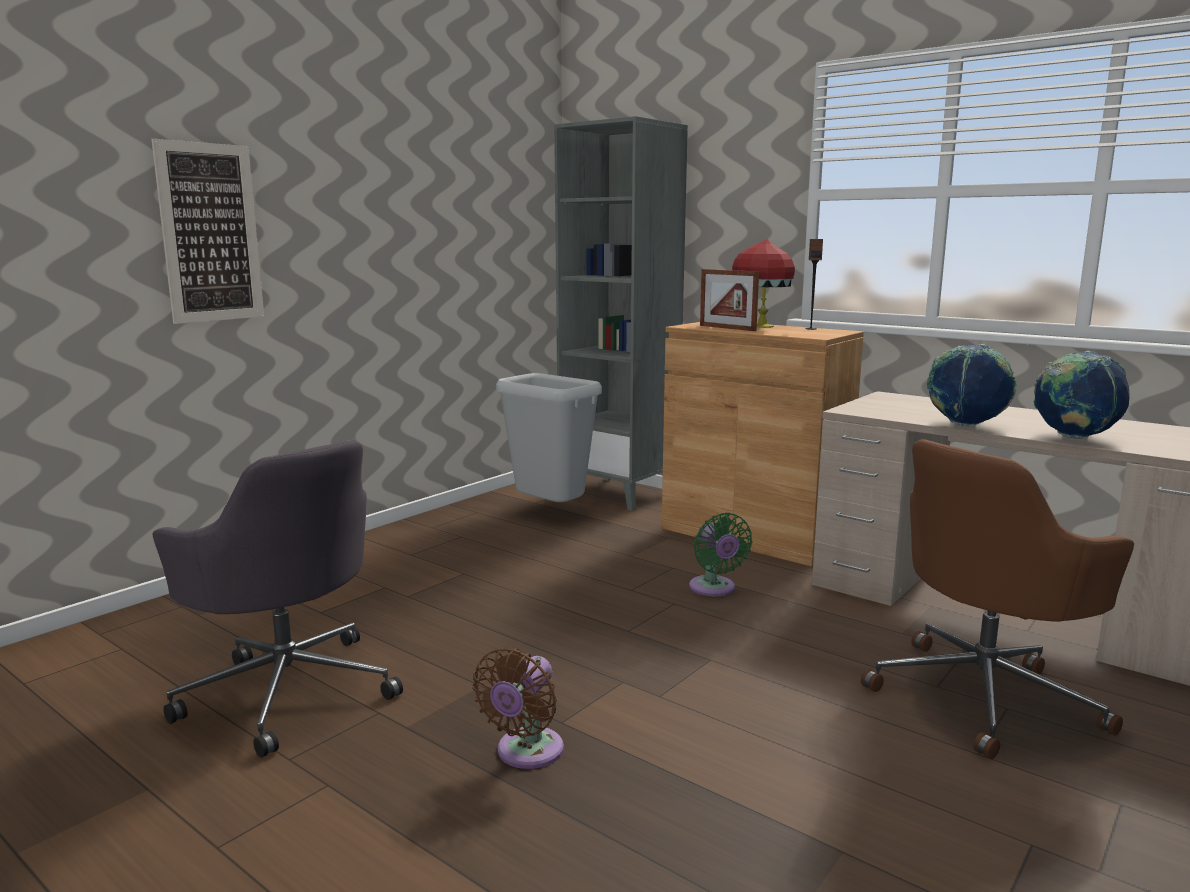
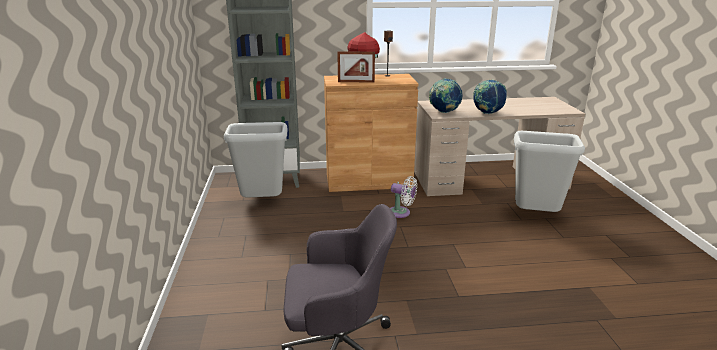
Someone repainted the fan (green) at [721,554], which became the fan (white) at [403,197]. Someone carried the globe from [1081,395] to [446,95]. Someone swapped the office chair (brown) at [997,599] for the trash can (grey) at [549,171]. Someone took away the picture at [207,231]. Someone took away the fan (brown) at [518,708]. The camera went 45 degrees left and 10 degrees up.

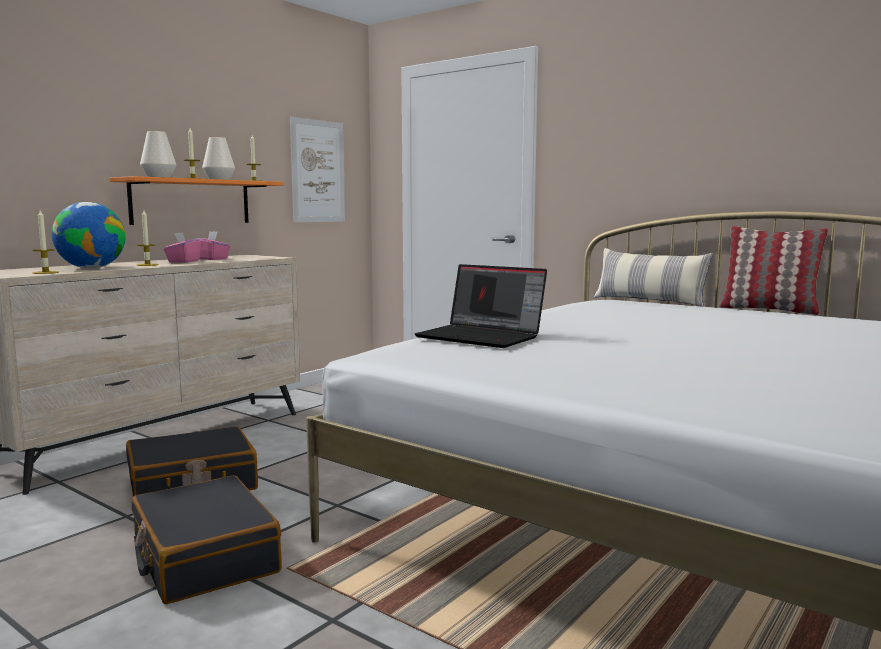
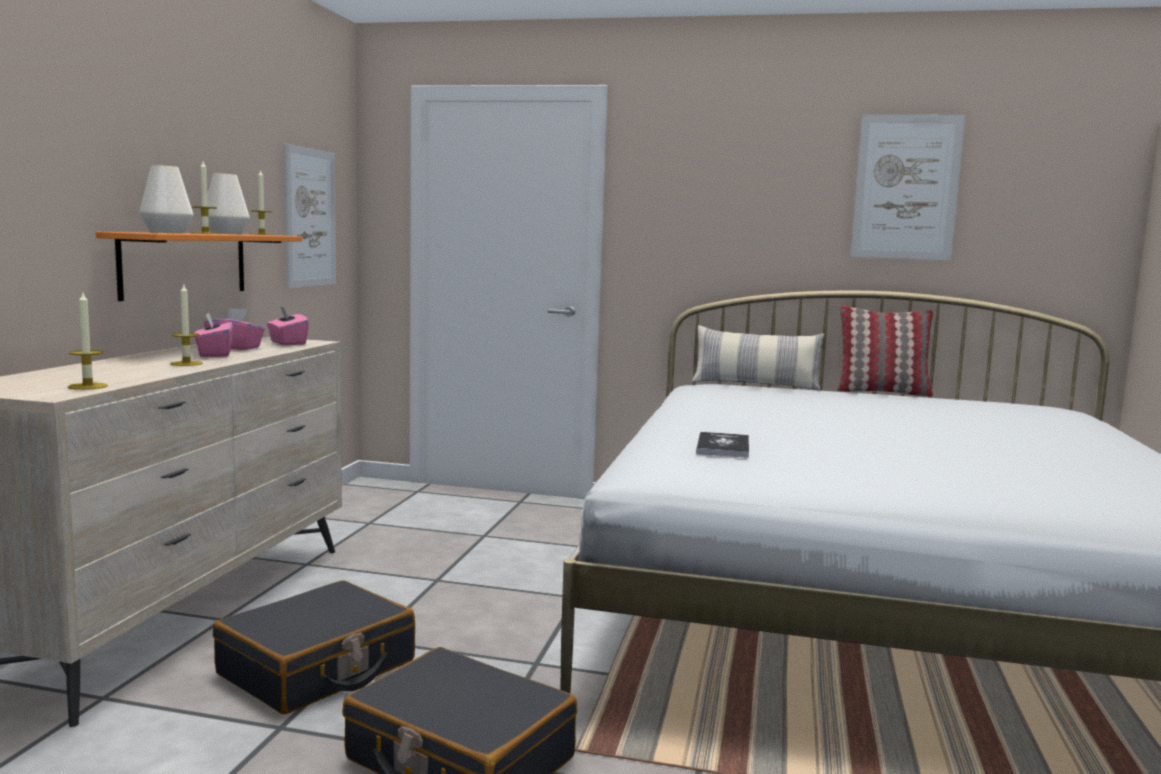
Someone put down the tissue box (pink) at [288,325]. Someone swapped the laptop at [481,306] for the book at [722,445]. Someone put up the picture at [908,187]. Someone took away the globe at [88,235]. The camera went 25 degrees left and 0 degrees up.

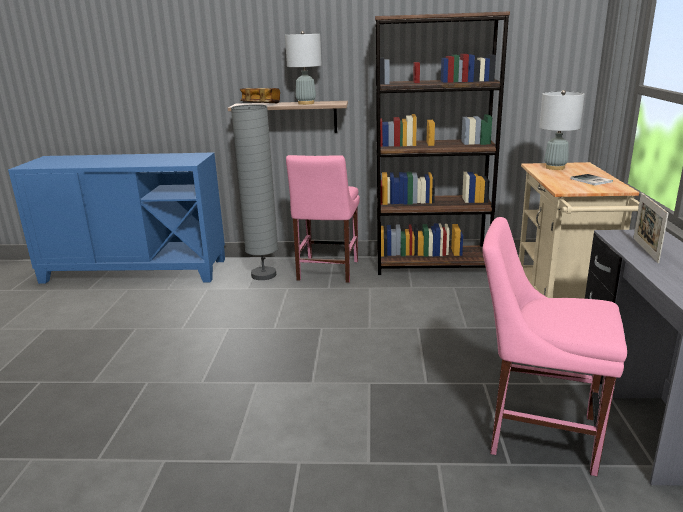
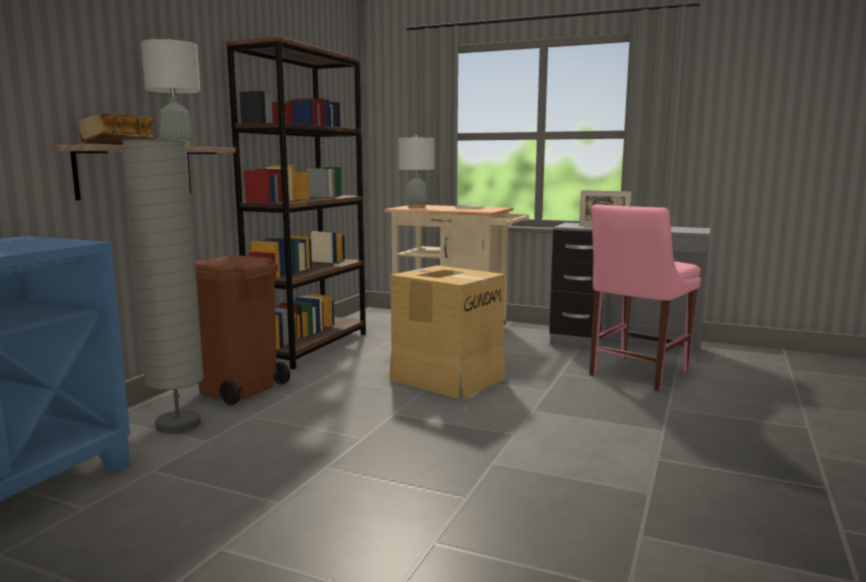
Someone swapped the chair (pink) at [323,219] for the trash can (brown) at [242,330]. Someone put down the cardboard box at [447,332]. The camera went 70 degrees left and 10 degrees down.

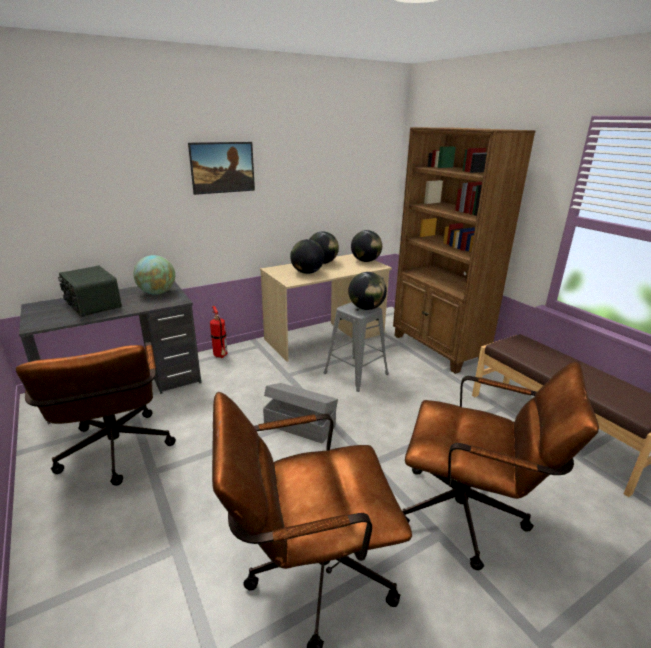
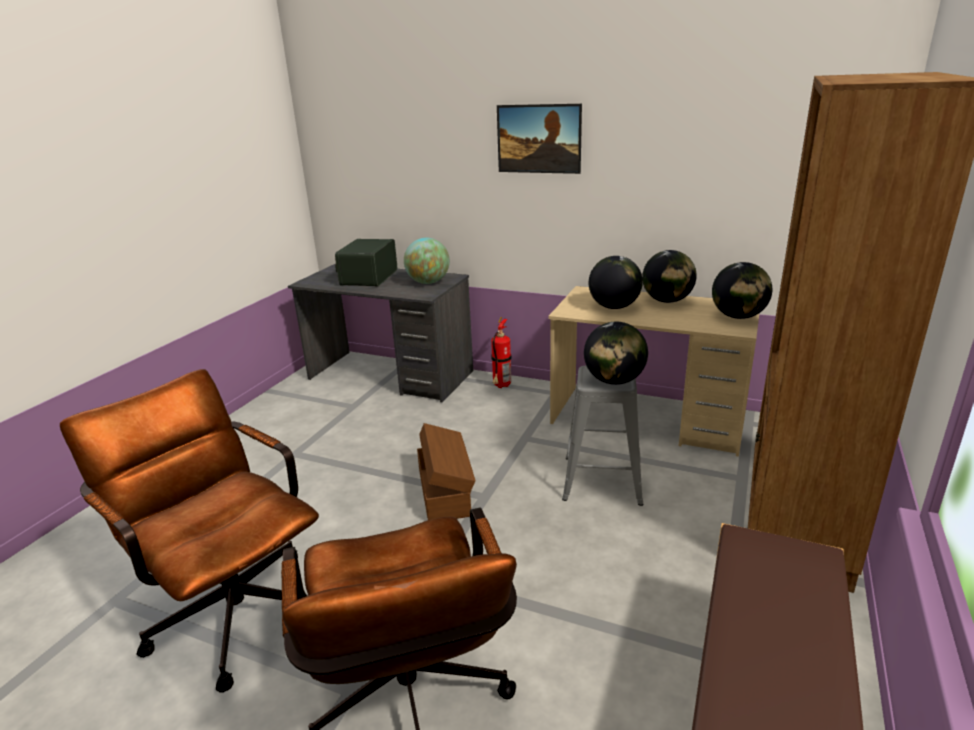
Someone repainted the storage box (grey) at [300,413], which became the storage box (brown) at [446,471]. Someone took away the office chair (brown) at [96,414]. The camera went 55 degrees right and 0 degrees up.

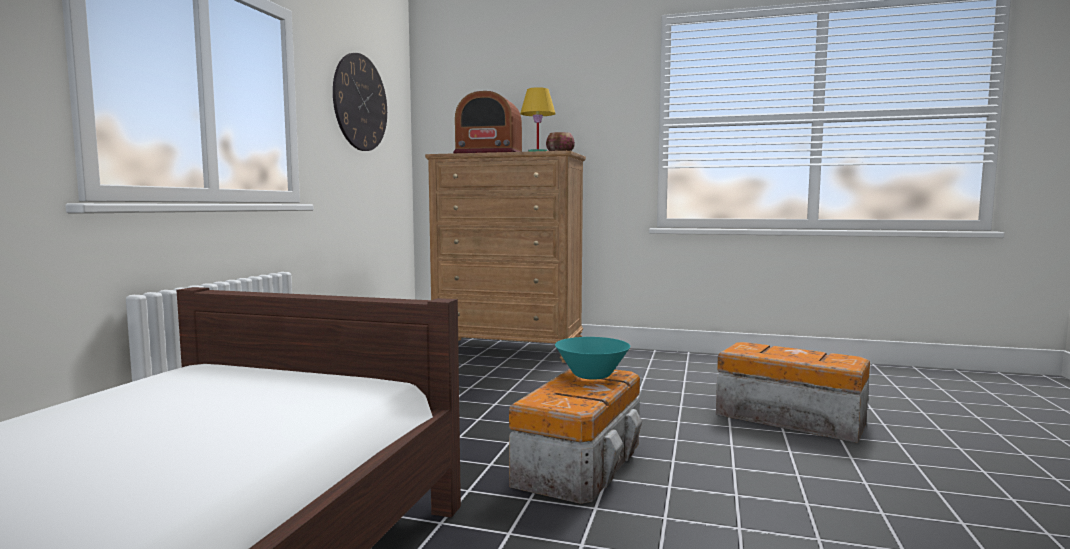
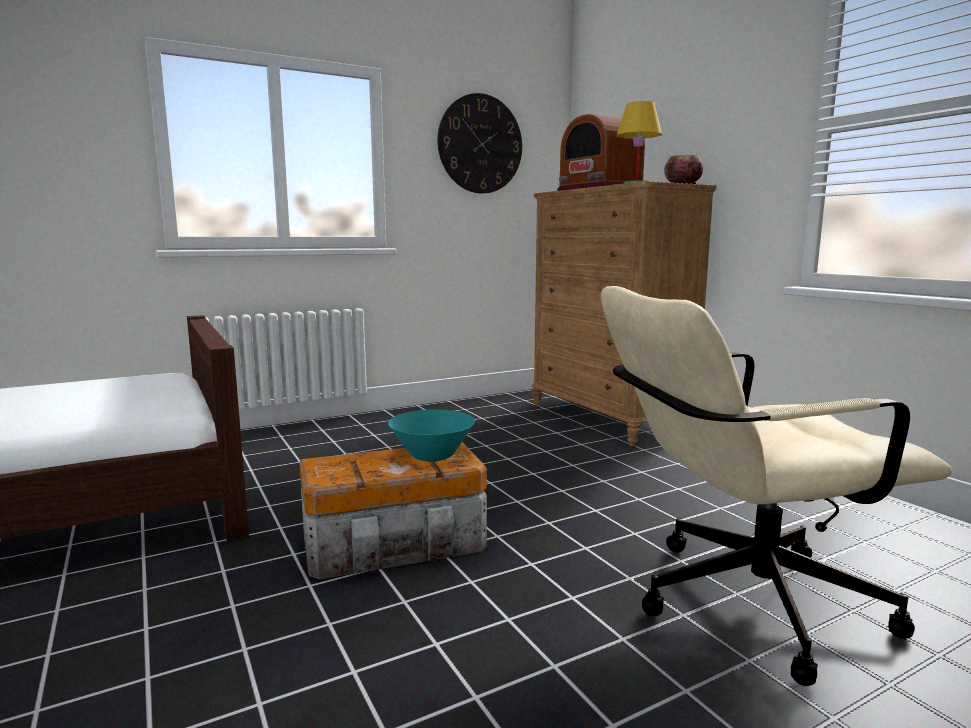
Someone swapped the storage box at [793,392] for the office chair (beige) at [776,486]. The camera went 45 degrees right and 5 degrees up.

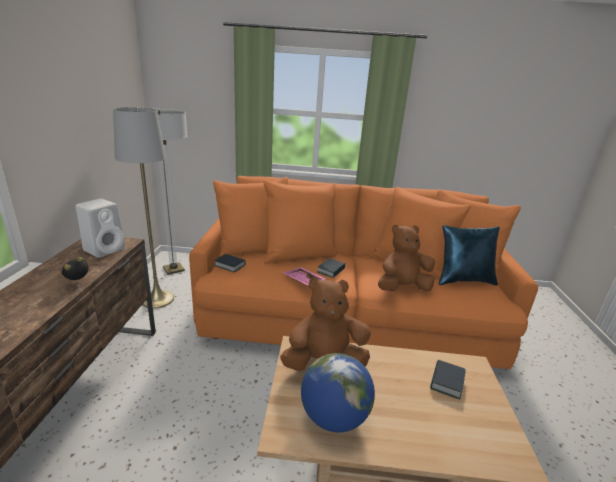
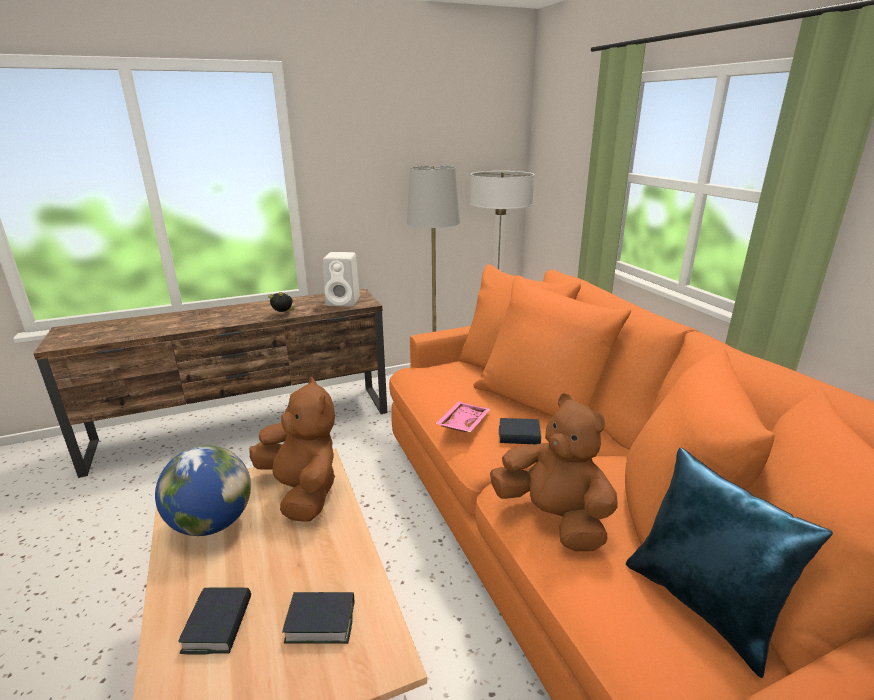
Someone carried the book from [230,263] to [214,621]. The camera went 65 degrees right and 0 degrees up.

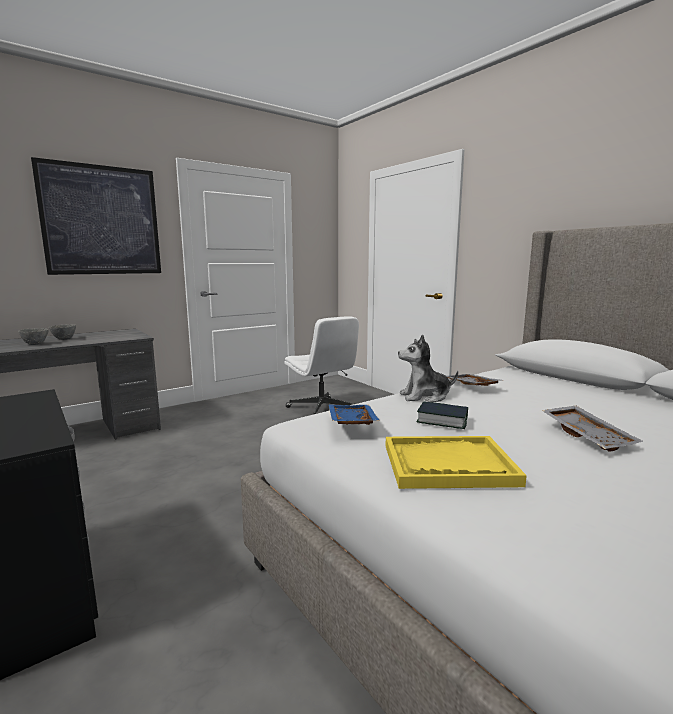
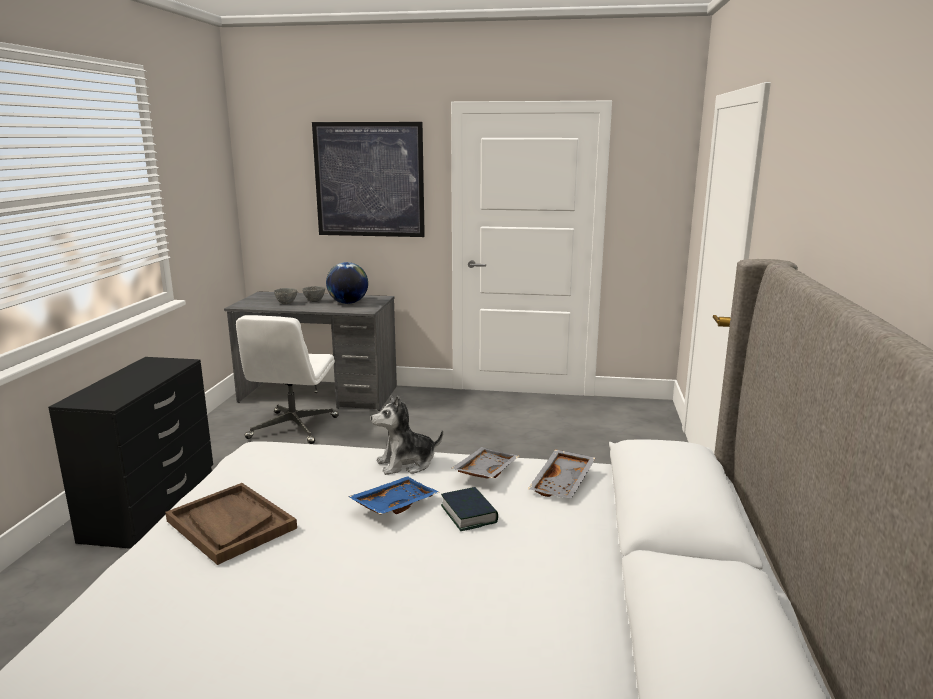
Someone repainted the tray (yellow) at [456,462], which became the tray (brown) at [231,524]. Someone carried the office chair (white) from [321,366] to [287,379]. Someone put down the globe at [347,283]. Someone carried the tray (blue) from [354,414] to [394,495]. Someone rotated the plush toy at [428,368] by 60 degrees counterclockwise. Someone carried the book from [442,415] to [469,509]. Someone carried the tray (grey) from [592,429] to [562,473]. The camera went 45 degrees right and 5 degrees up.

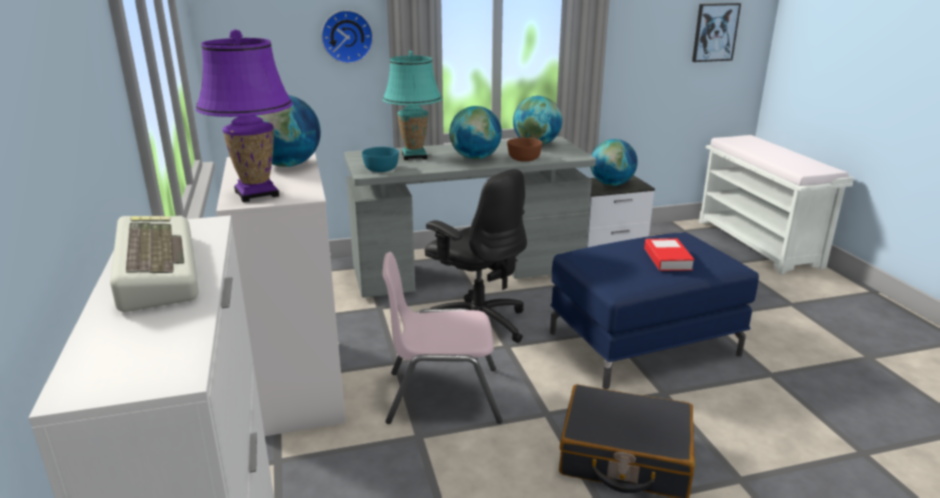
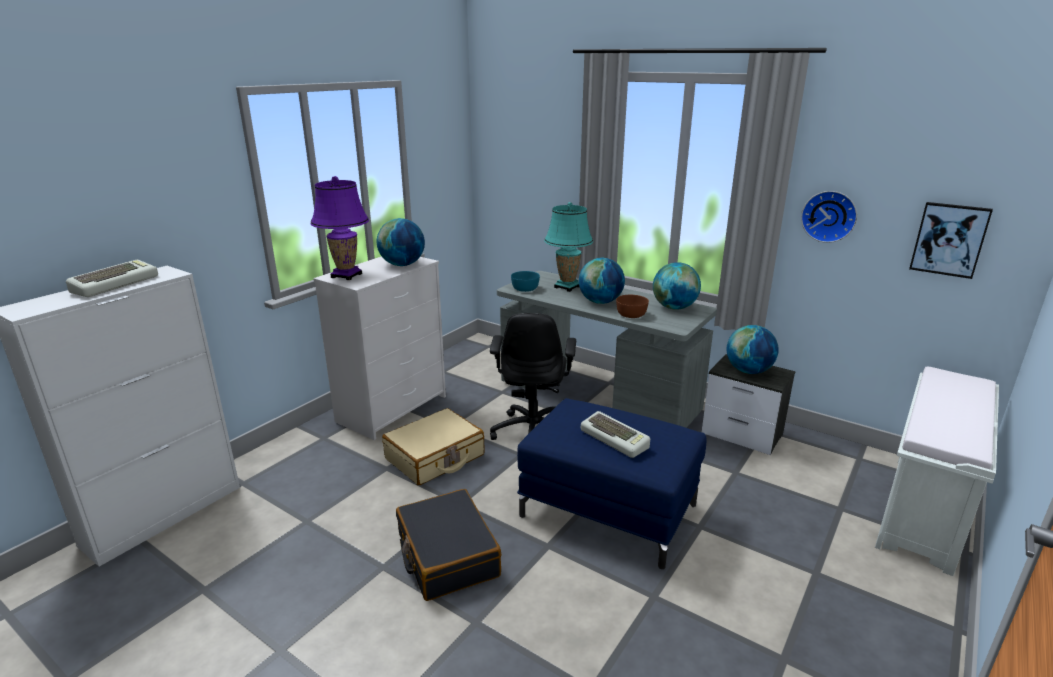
Someone swapped the chair (pink) at [442,338] for the suitcase (beige) at [433,446]. Someone swapped the book at [669,254] for the keyboard at [615,434]. Someone carried the wall clock from [347,37] to [829,217]. The camera went 50 degrees right and 0 degrees up.

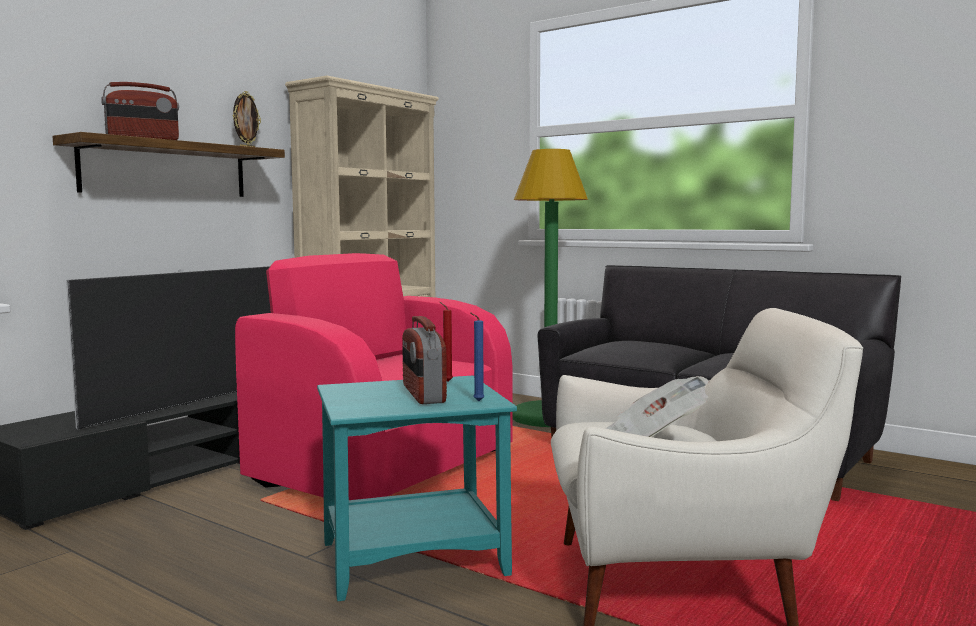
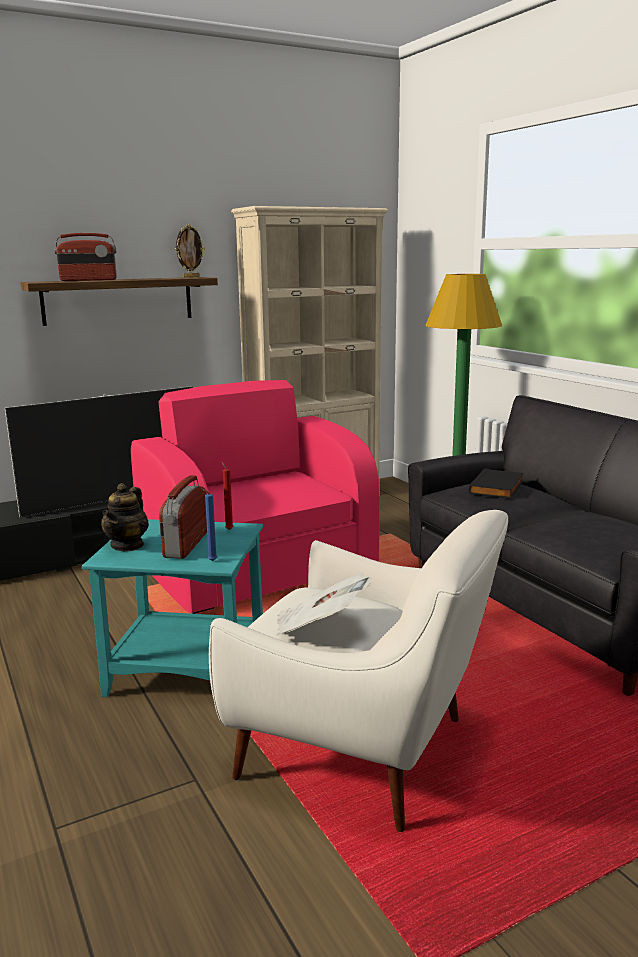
Someone put down the teapot at [125,517]. Someone put down the book (black) at [496,483]. The camera went 25 degrees right and 10 degrees up.

